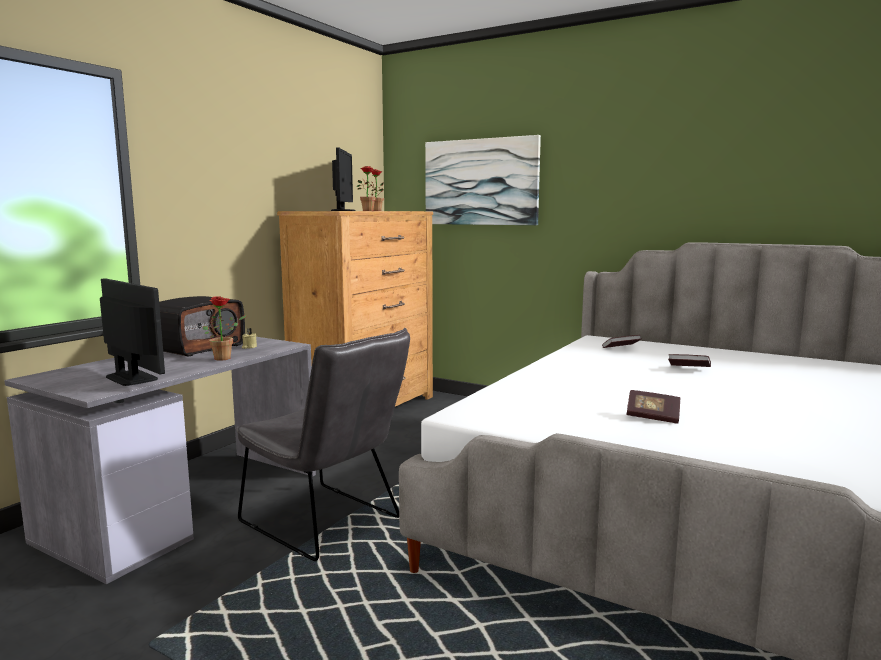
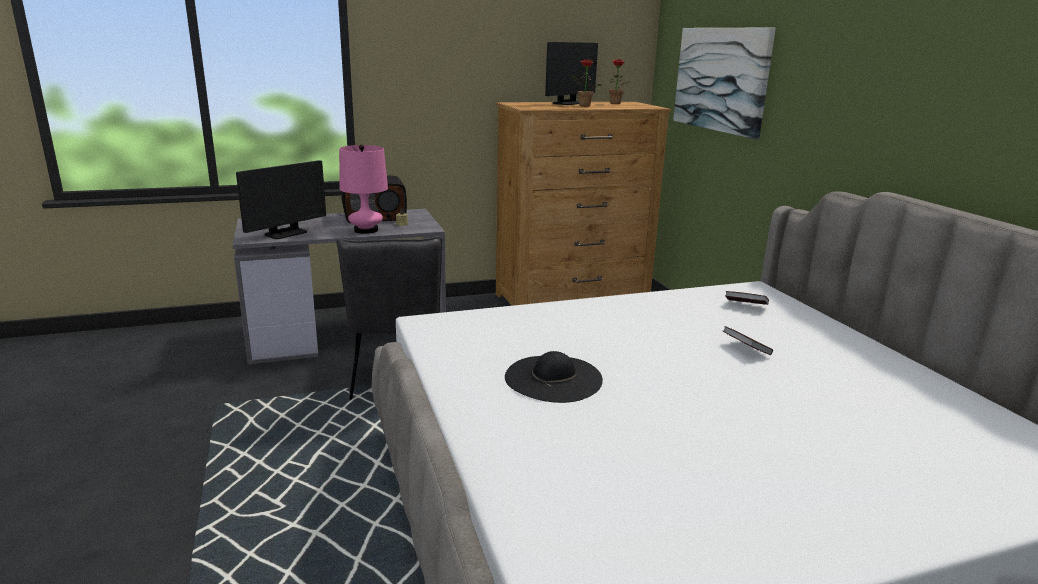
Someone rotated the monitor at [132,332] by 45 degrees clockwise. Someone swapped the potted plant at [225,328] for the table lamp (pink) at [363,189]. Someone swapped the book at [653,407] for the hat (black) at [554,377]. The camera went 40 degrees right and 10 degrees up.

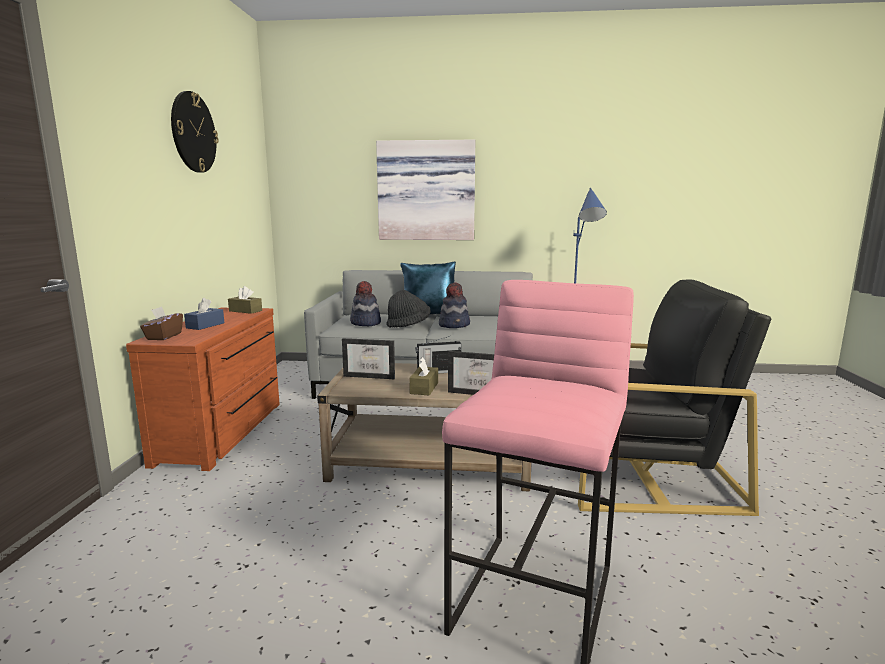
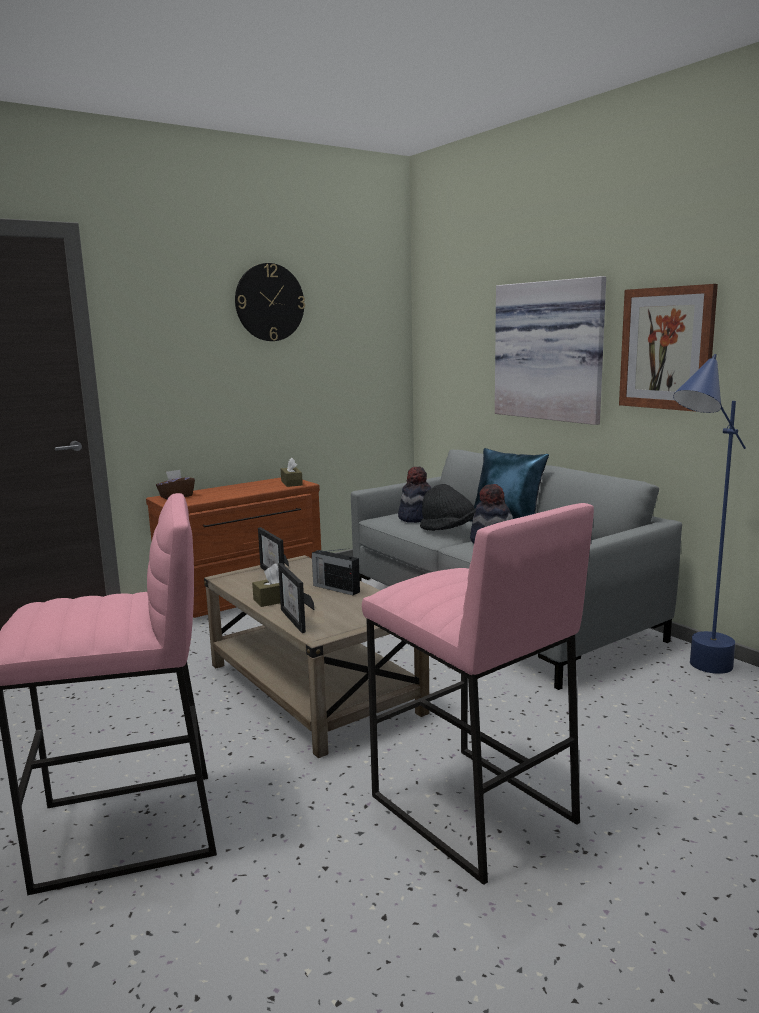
Someone swapped the armchair (black) at [674,398] for the stool (pink) at [478,694]. Someone put up the picture at [668,348]. Someone took away the tissue box (blue) at [204,314]. The camera went 50 degrees right and 0 degrees up.

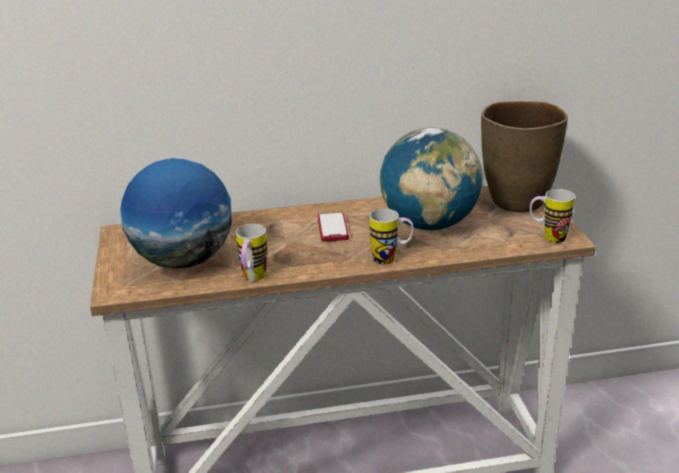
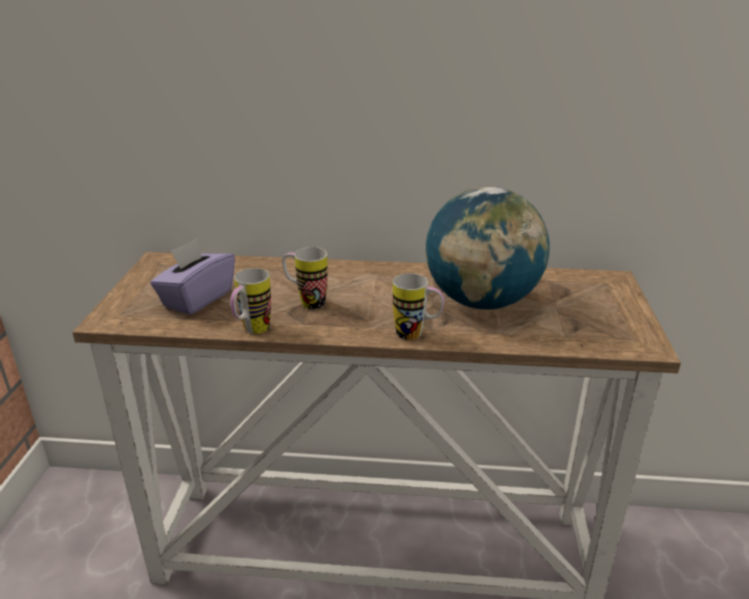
Someone swapped the globe at [176,213] for the tissue box (purple) at [192,277]. Someone carried the mug from [552,216] to [305,278]. Someone took away the phone at [333,227]. Someone took away the vase (brown) at [524,156]. The camera went 15 degrees right and 0 degrees up.

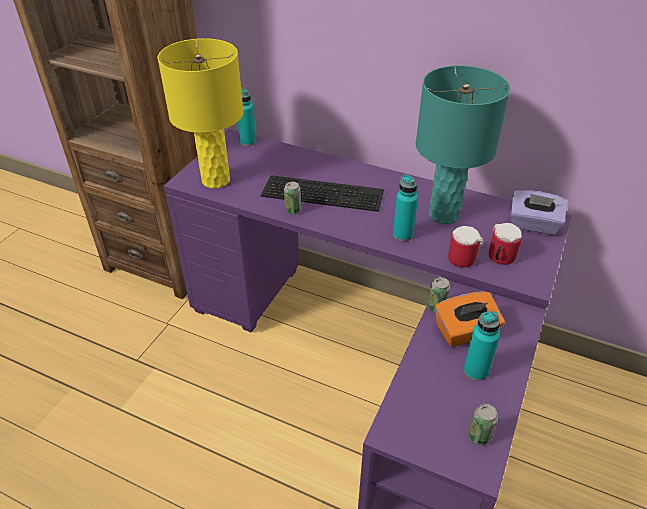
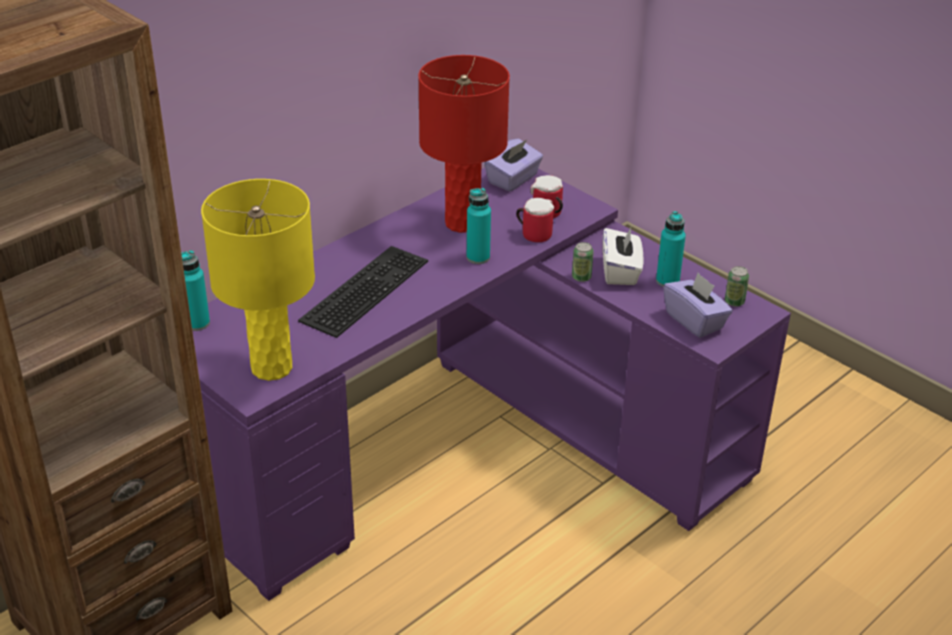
Someone repainted the table lamp (turquoise) at [463,144], which became the table lamp (red) at [464,144]. Someone repainted the tissue box (orange) at [469,319], which became the tissue box (white) at [623,256]. Someone put down the tissue box (purple) at [698,305]. Someone took away the can at [292,198]. The camera went 70 degrees left and 5 degrees down.

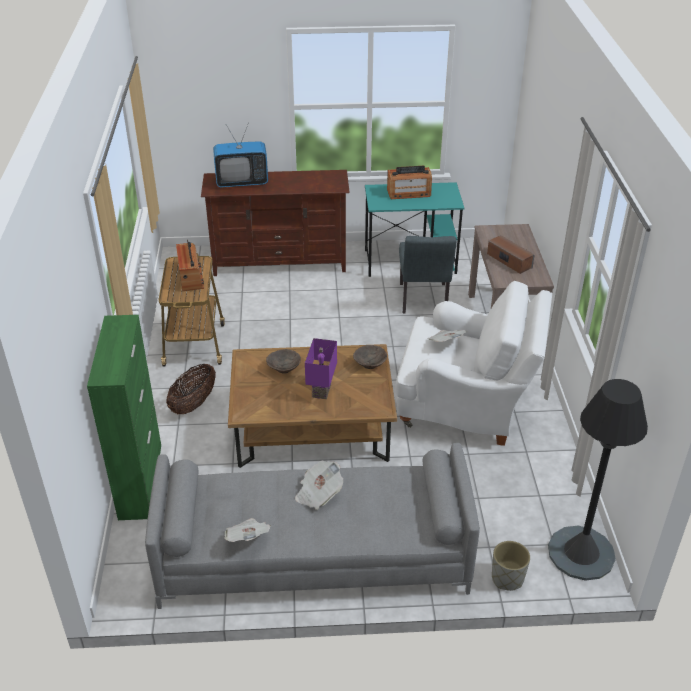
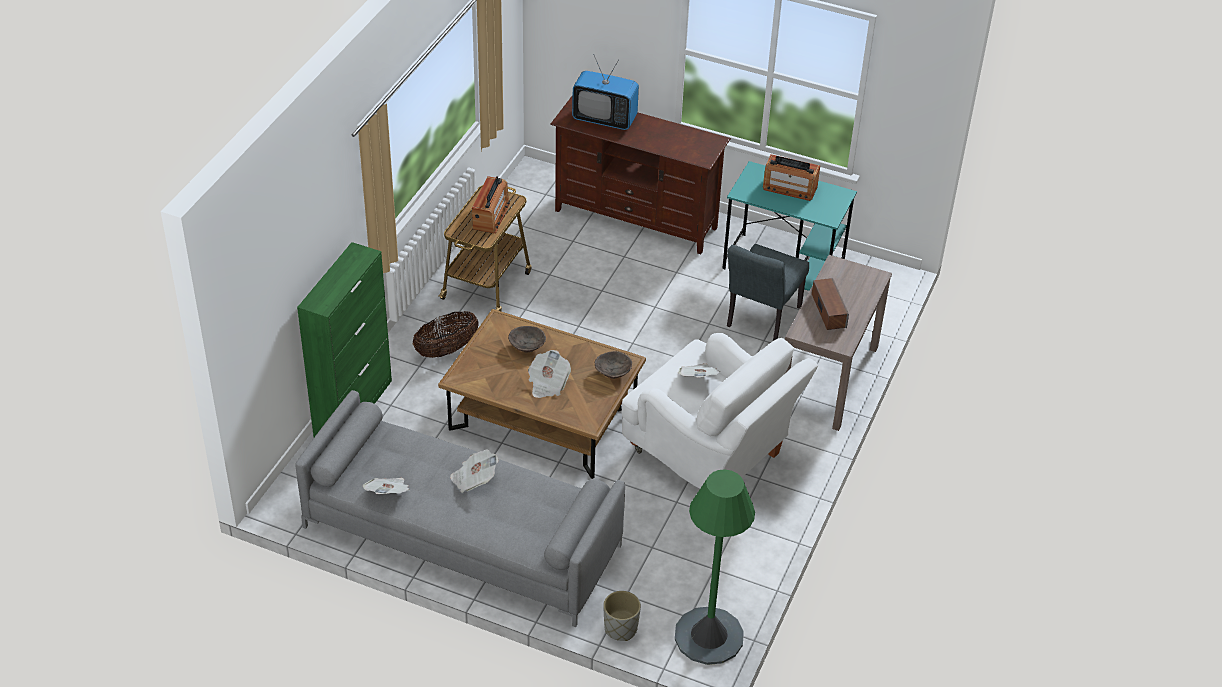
Someone swapped the table lamp (purple) at [321,368] for the newspaper at [549,374]. Someone repainted the floor lamp (black) at [598,480], which became the floor lamp (green) at [715,567]. The camera went 25 degrees right and 5 degrees up.

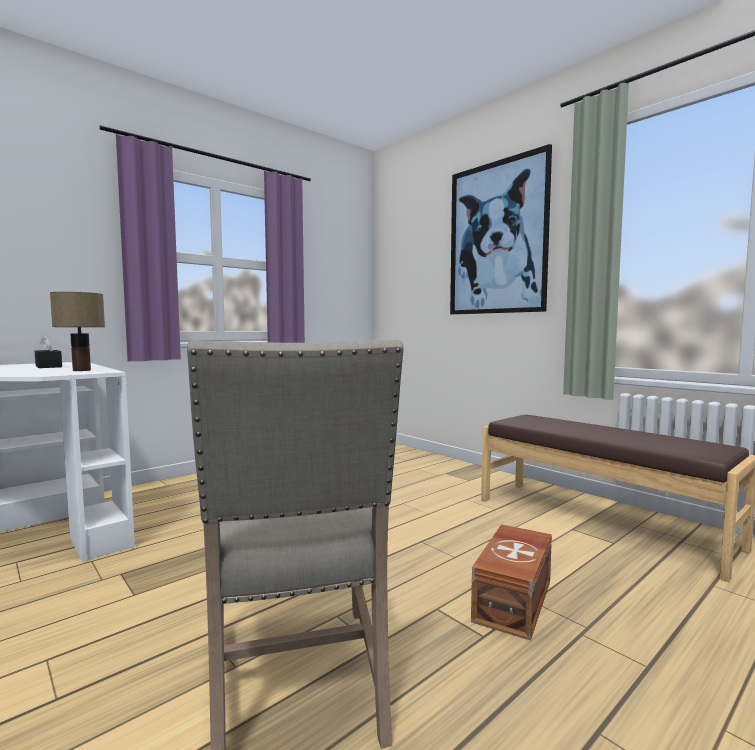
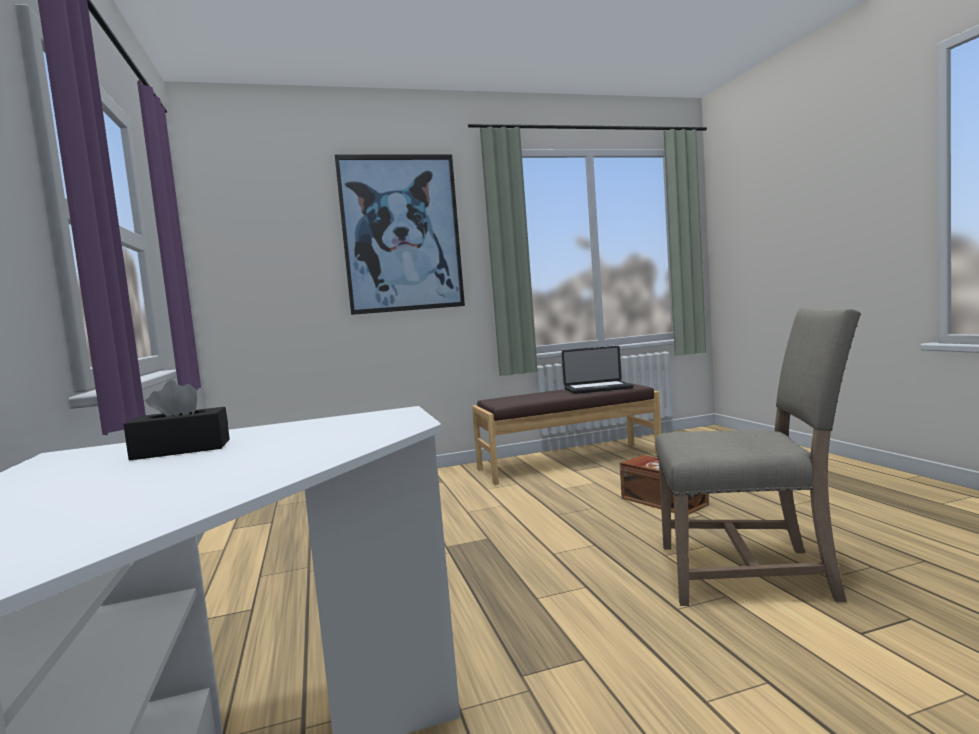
Someone put down the laptop at [597,370]. Someone took away the table lamp at [77,331]. The camera went 65 degrees left and 0 degrees up.

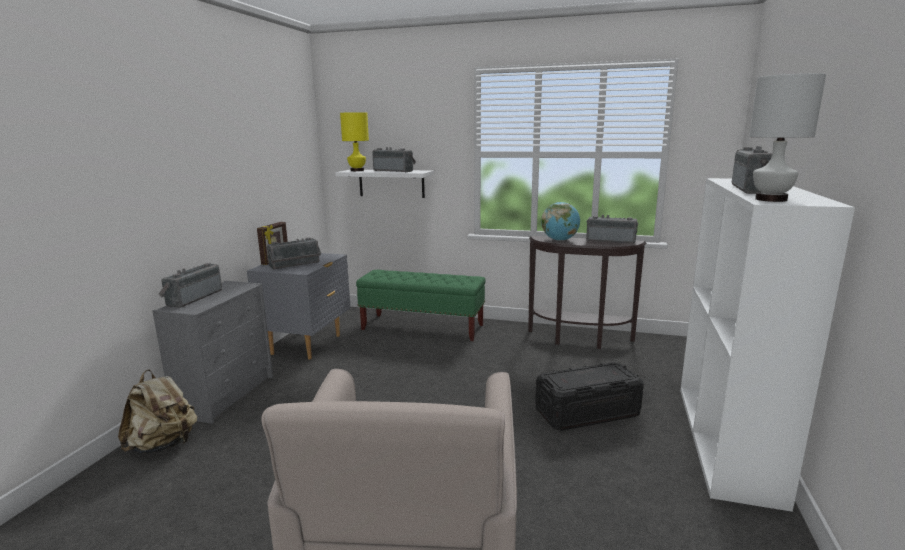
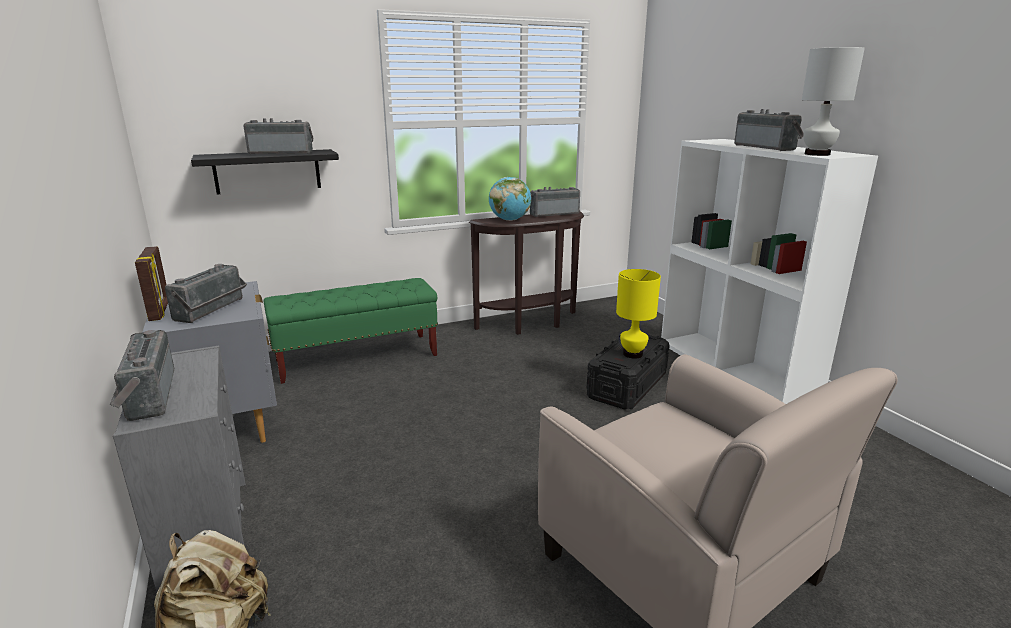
Someone repainted the shelf (white) at [384,184], which became the shelf (black) at [265,171]. Someone carried the table lamp (yellow) from [354,141] to [638,313]. The camera went 40 degrees left and 5 degrees up.

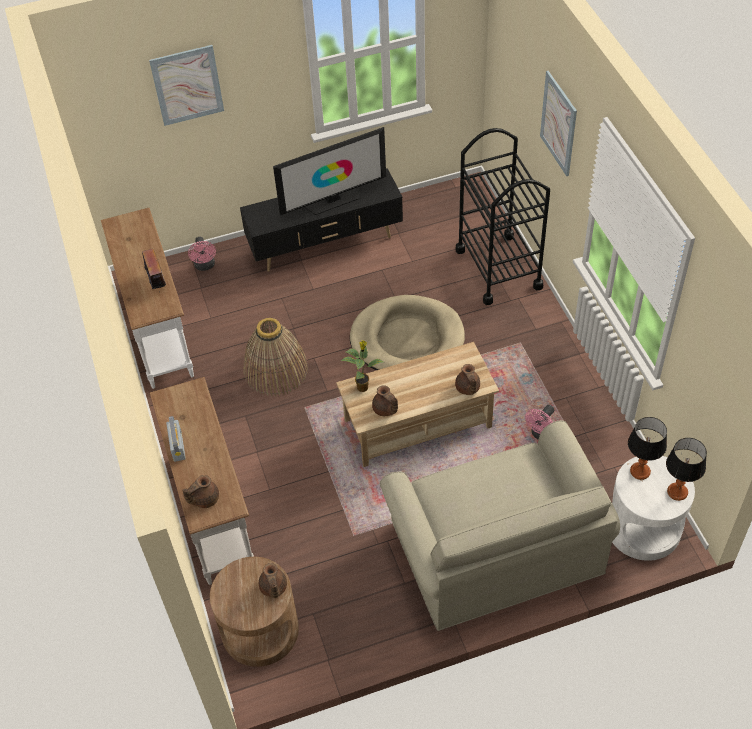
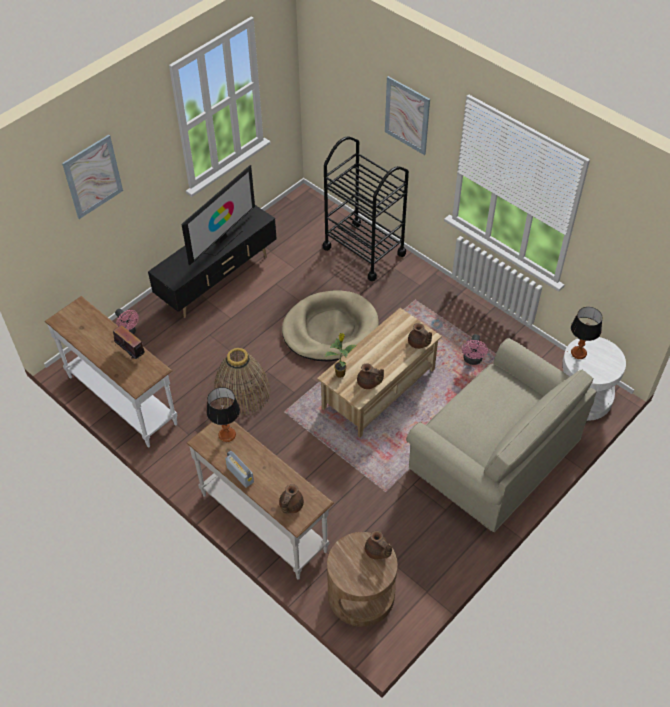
Someone carried the table lamp from [686,469] to [223,414]. The camera went 30 degrees left and 0 degrees up.

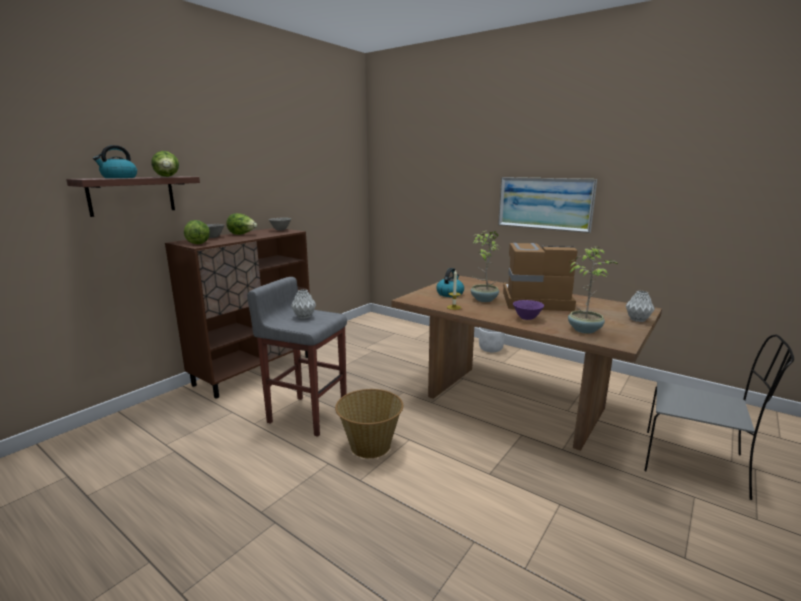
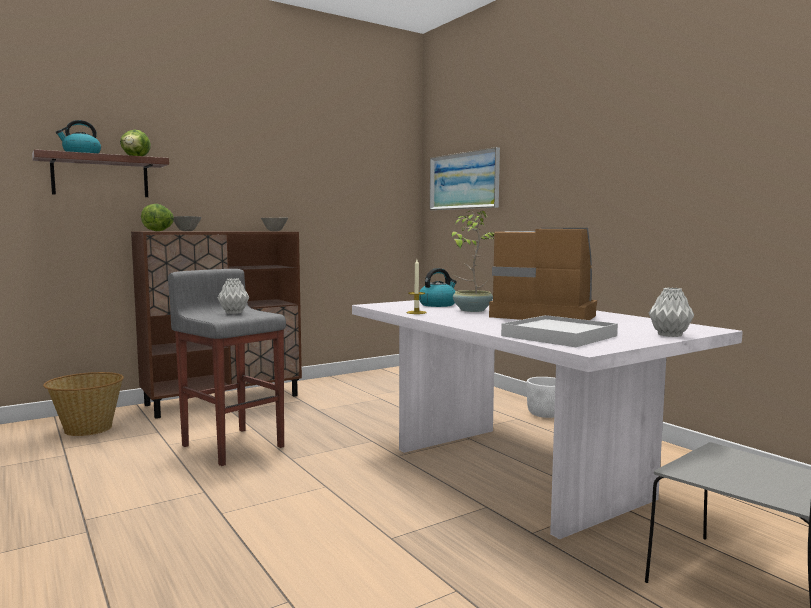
Someone carried the basket from [369,423] to [83,404]. Someone repainted the dining table (brown) at [526,363], which became the dining table (white) at [547,419]. Someone carried the picture from [547,205] to [465,178]. Someone swapped the potted plant at [593,290] for the tray (white) at [559,331]. Someone took away the lettuce at [241,224]. Someone took away the bowl (purple) at [528,310]. The camera went 20 degrees right and 10 degrees down.

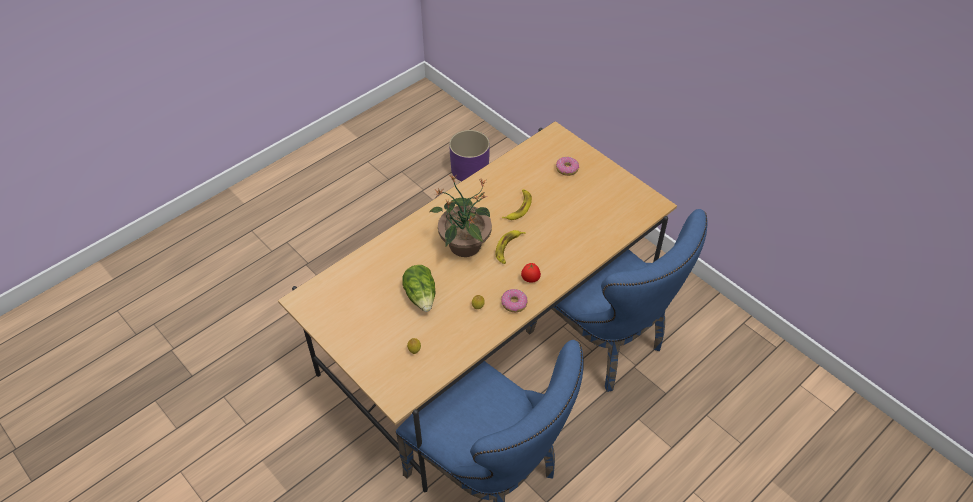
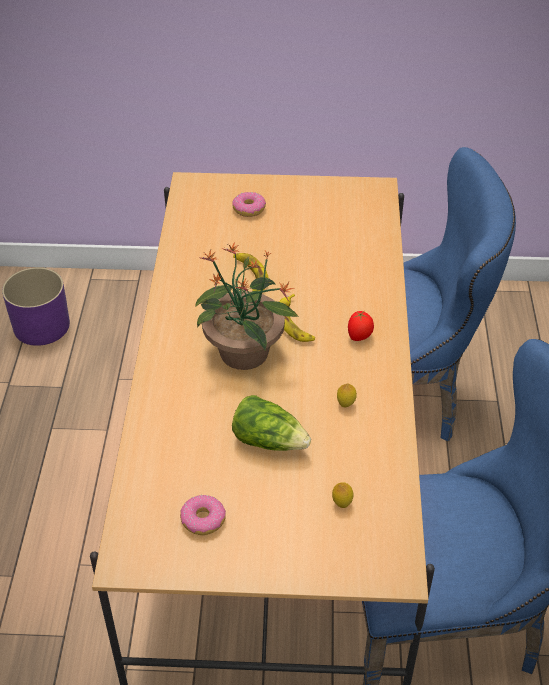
Someone carried the donut from [514,300] to [203,515]. The camera went 45 degrees left and 5 degrees down.

